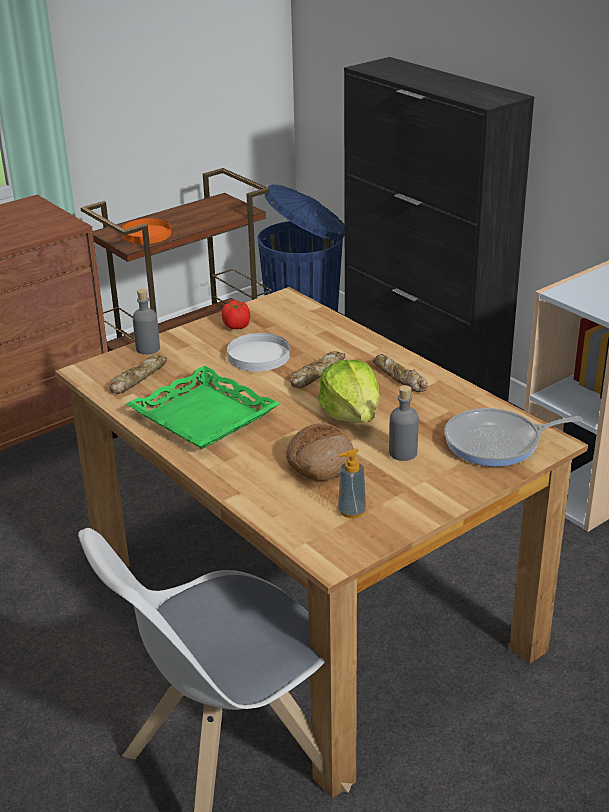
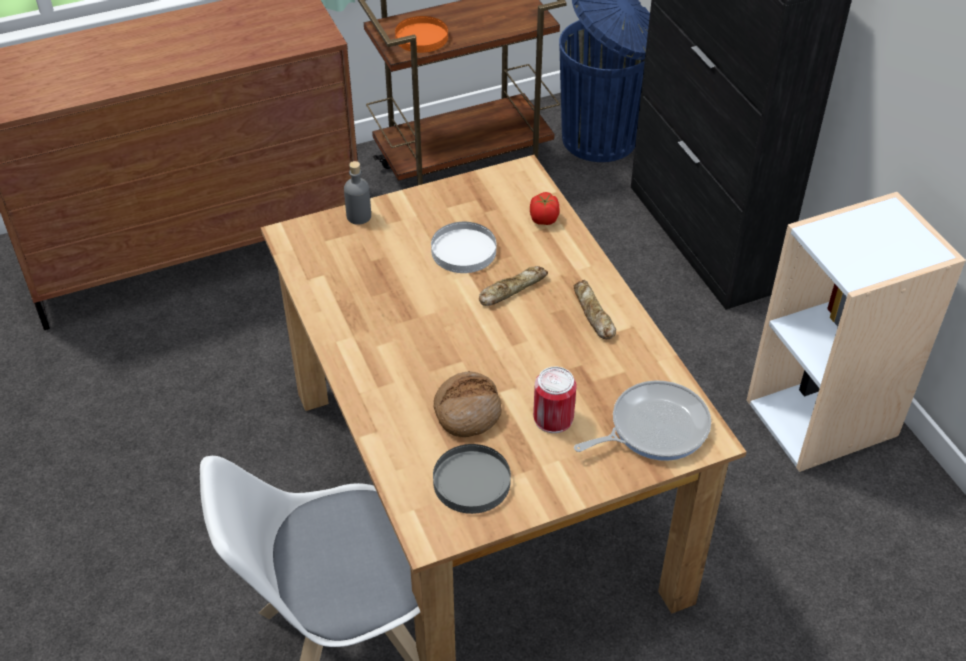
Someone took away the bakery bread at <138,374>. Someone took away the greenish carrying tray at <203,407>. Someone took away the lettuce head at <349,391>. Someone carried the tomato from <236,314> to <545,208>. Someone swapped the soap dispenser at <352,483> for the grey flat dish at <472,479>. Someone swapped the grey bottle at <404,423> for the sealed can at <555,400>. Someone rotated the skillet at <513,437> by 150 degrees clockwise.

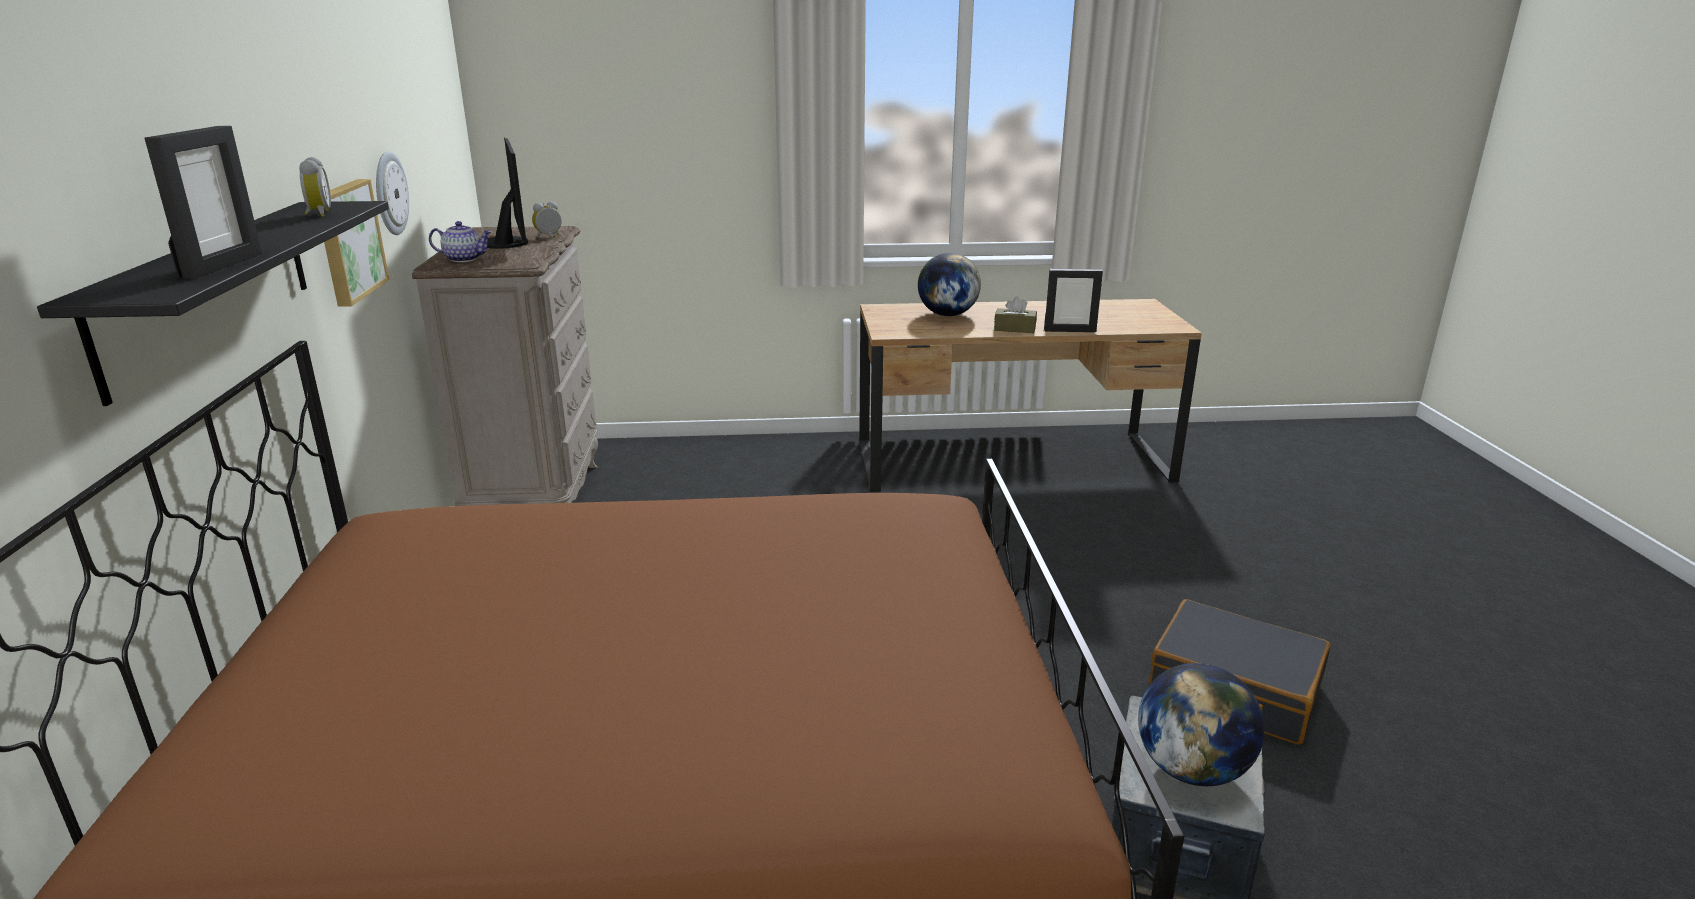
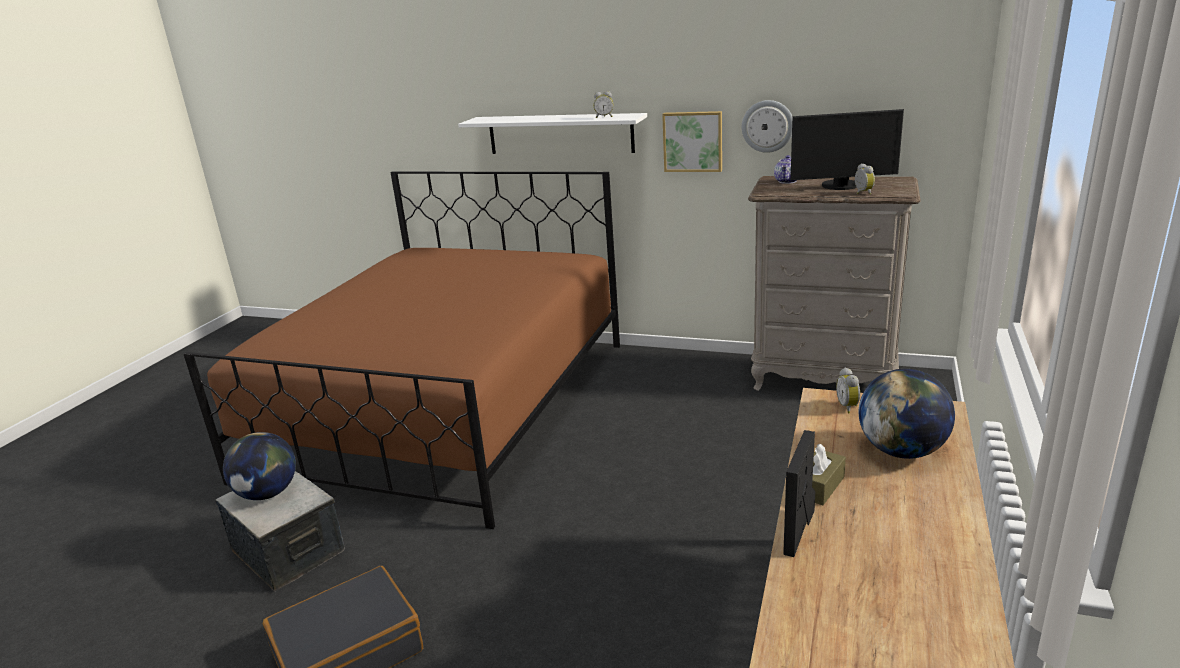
Someone took away the photo frame at <203,202>. Someone put down the alarm clock at <848,390>. Someone repainted the blackish bracket shelf at <213,303>, which became the whitish bracket shelf at <552,133>.

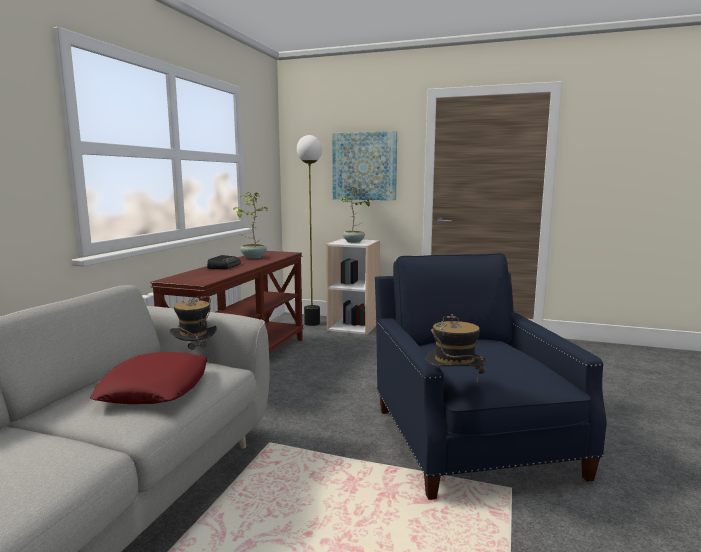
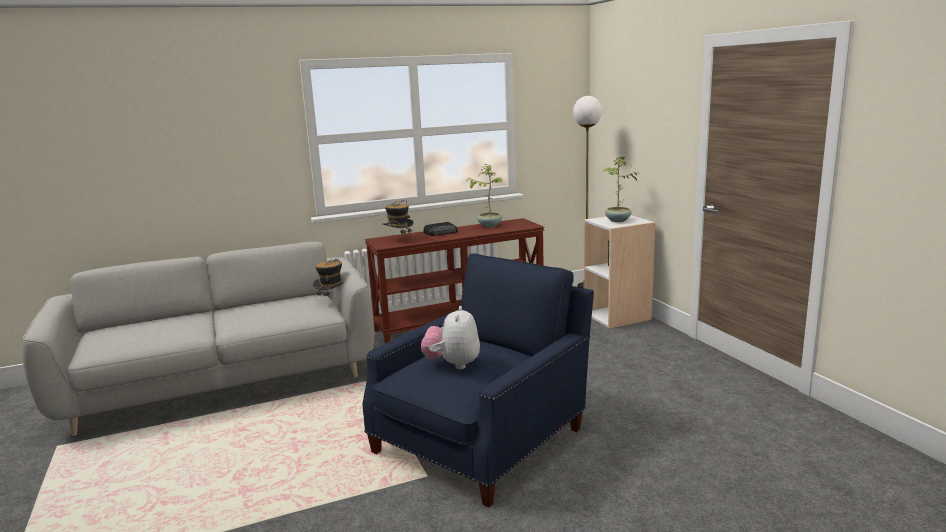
Someone took away the red-coloured cushion at <149,378>. Someone took away the wall picture at <364,165>. Someone put down the plush toy at <450,338>. Someone carried the hat from <456,347> to <398,217>.

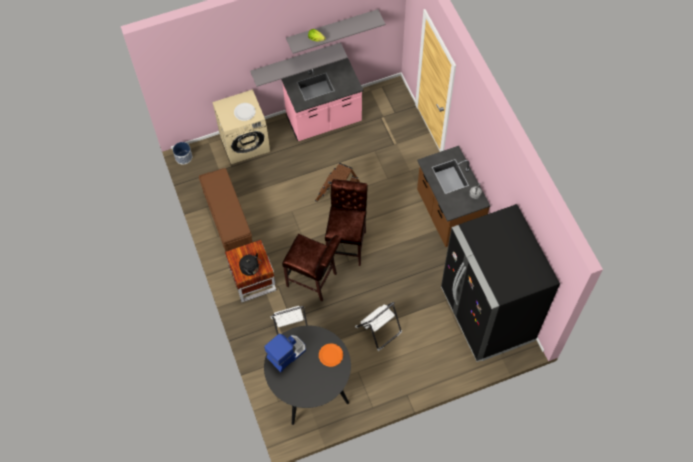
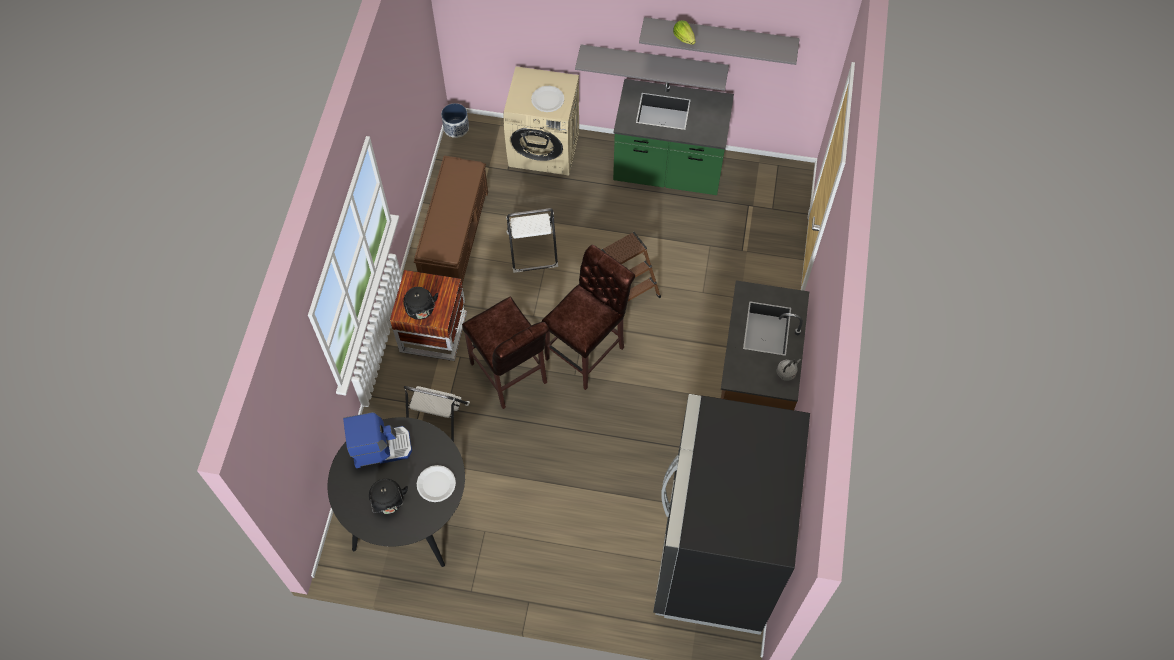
Someone put down the blackish kettle at <388,496>. Someone carried the whitish step ladder from <378,326> to <532,241>. Someone repainted the pink kitchen counter at <322,99>, which became the greenish kitchen counter at <673,137>. Someone repainted the orangey flat dish at <331,355>, which became the whitish flat dish at <436,483>.

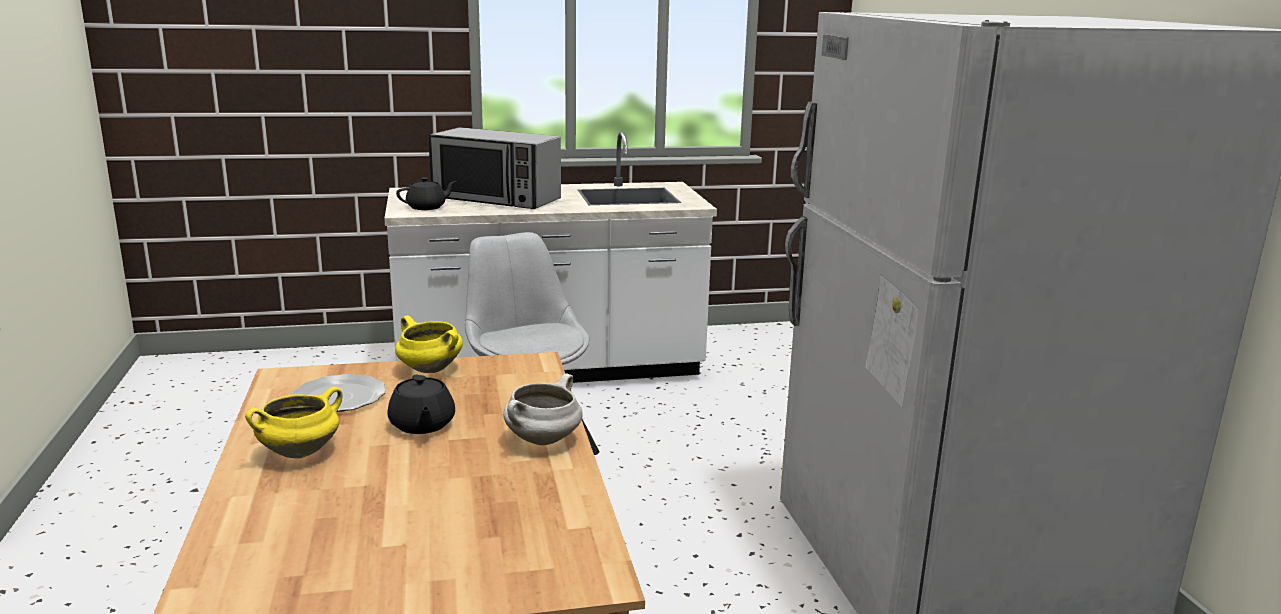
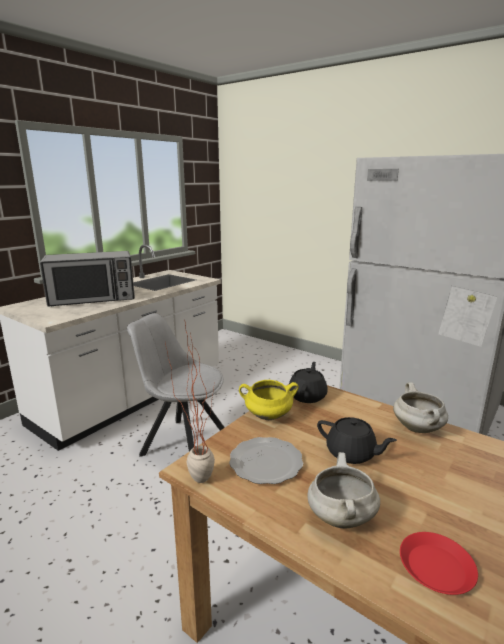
Someone put down the potted plant at <190,401>. Someone put down the red-coloured flat dish at <439,563>. Someone carried the blackish tea pot from <426,193> to <308,382>. Someone repainted the yellow cooking pot at <293,422>, which became the whitish cooking pot at <343,490>.

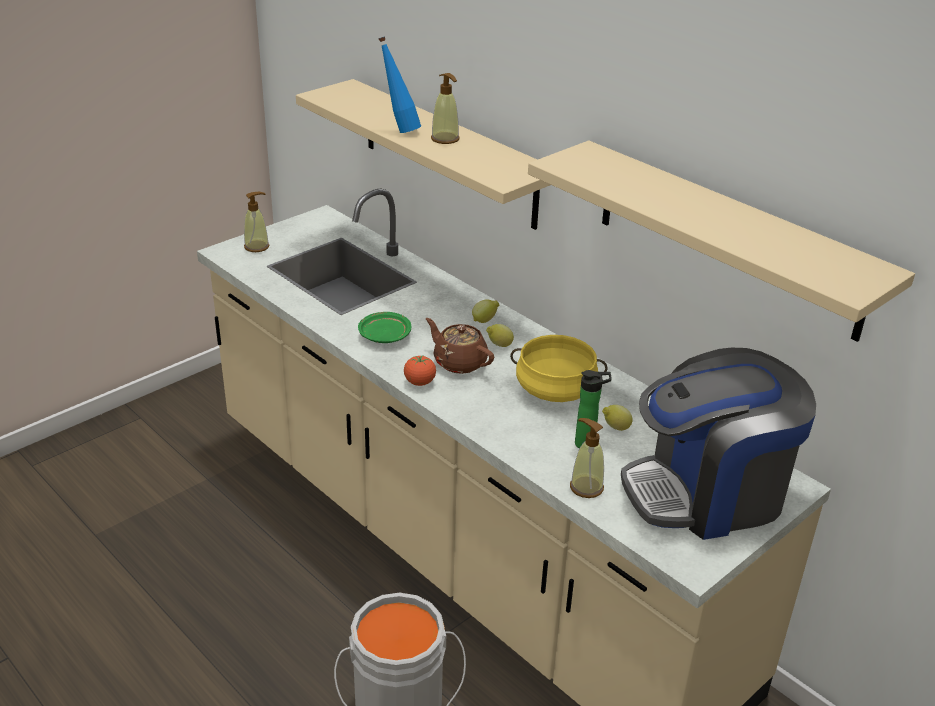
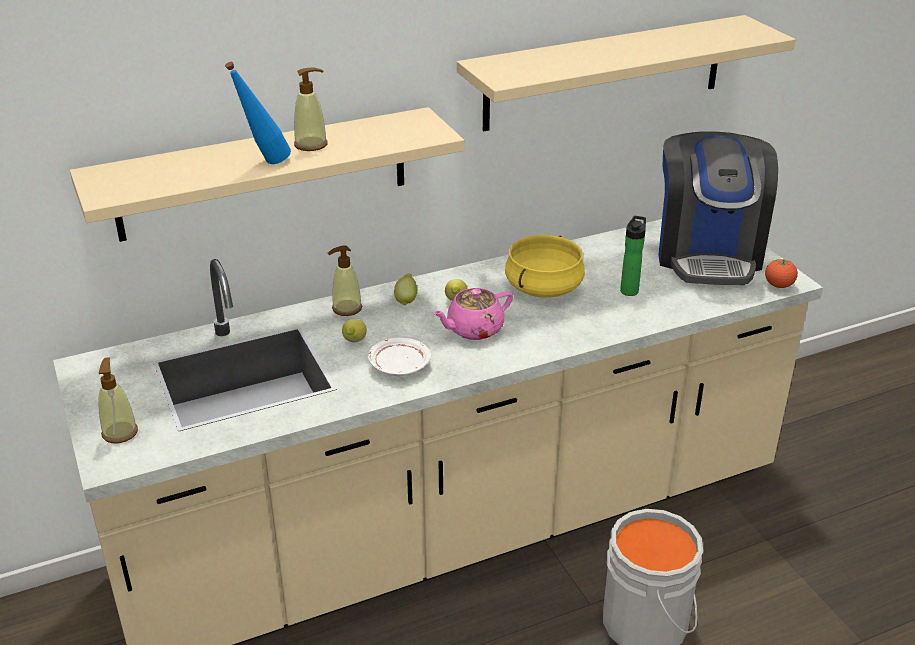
Someone carried the tomato from <420,370> to <781,273>. Someone carried the soap dispenser from <587,458> to <345,281>. Someone carried the lemon from <617,418> to <354,331>. Someone repainted the greenish flat dish at <384,327>, which became the whitish flat dish at <399,357>. Someone repainted the brownish tea pot at <460,346>, which became the pink tea pot at <472,314>.

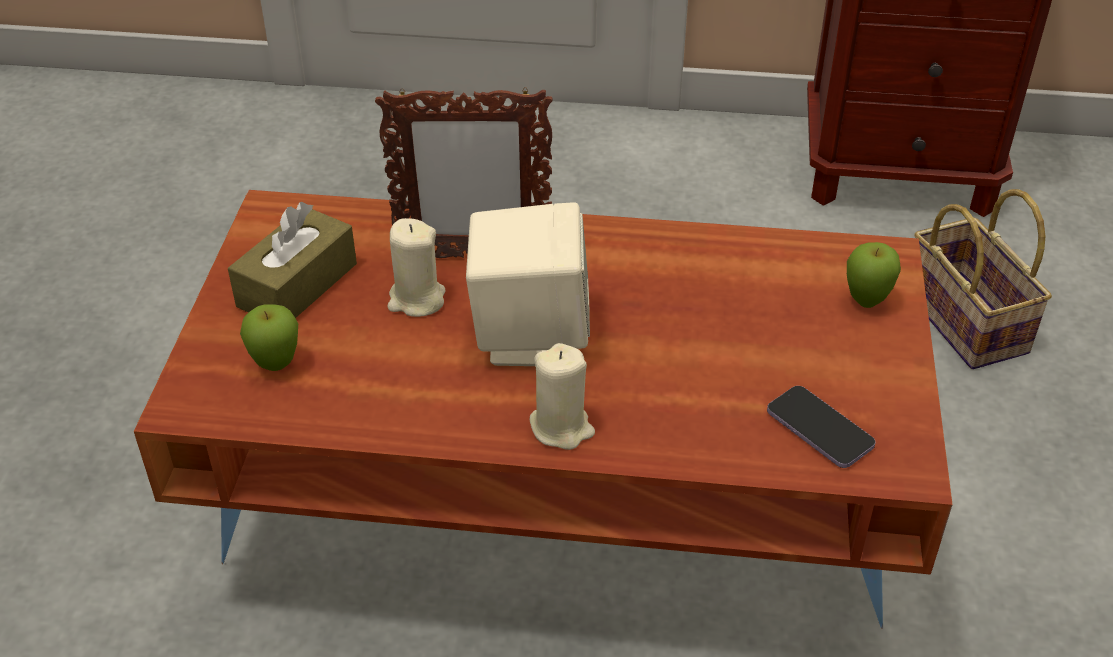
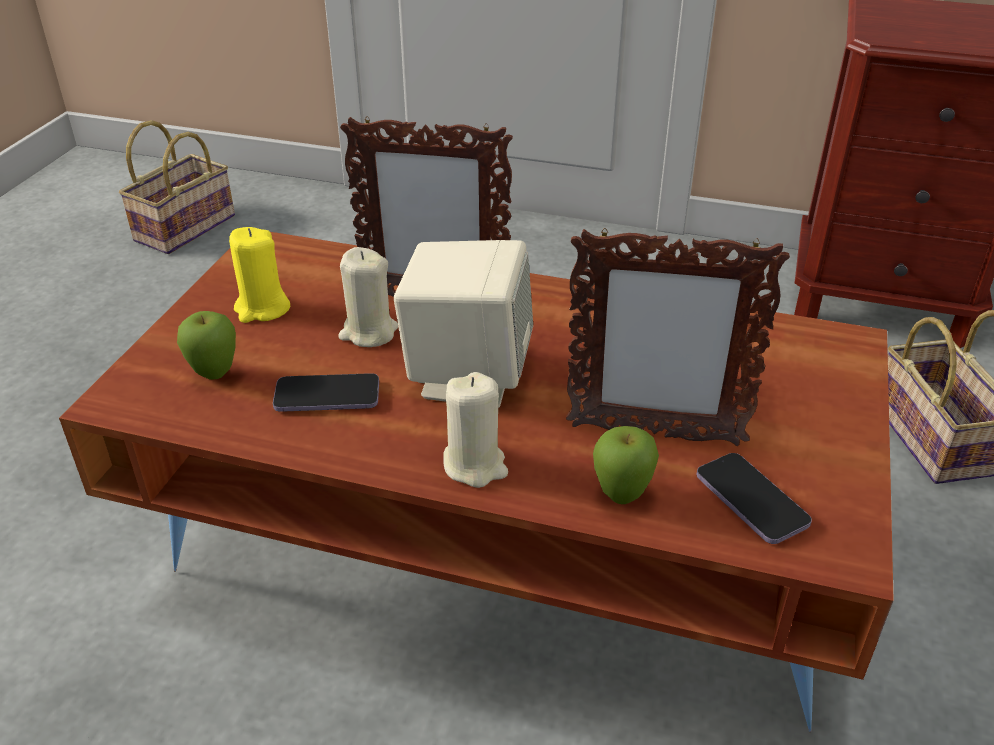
Someone put down the household basket at <177,187>. Someone put down the telephone at <326,392>. Someone put down the photo frame at <678,337>. Someone carried the apple fruit from <874,275> to <626,465>. Someone swapped the brownish tissue box at <292,260> for the yellow wax candle at <259,275>.

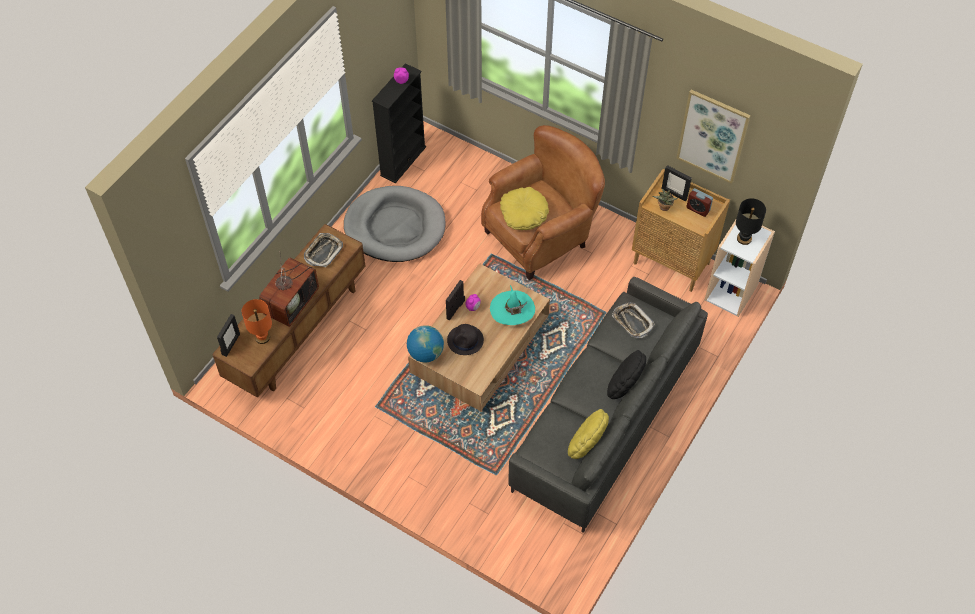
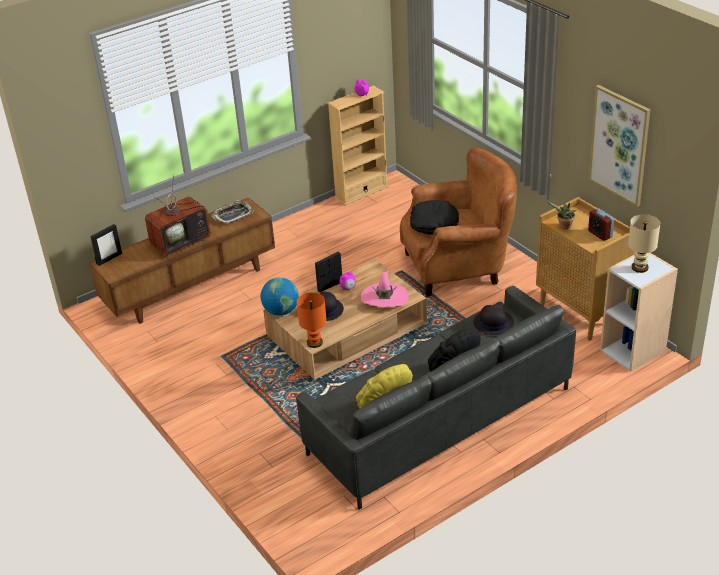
Someone took away the grey dog bed at <395,224>. Someone took away the photo frame at <677,183>. Someone carried the orangey lamp for a table from <257,321> to <312,320>. Someone swapped the carrying tray at <633,320> for the blackish hat at <493,320>. Someone repainted the blackish bookshelf at <399,123>, which became the sand-coloured bookshelf at <358,145>. Someone repainted the blue-green hat at <512,305>, which became the pink hat at <385,289>. Someone repainted the yellow cushion at <524,208>, which became the blackish cushion at <434,217>. Someone repainted the blackish lamp for a table at <751,221>, which became the sand-coloured lamp for a table at <644,243>.

